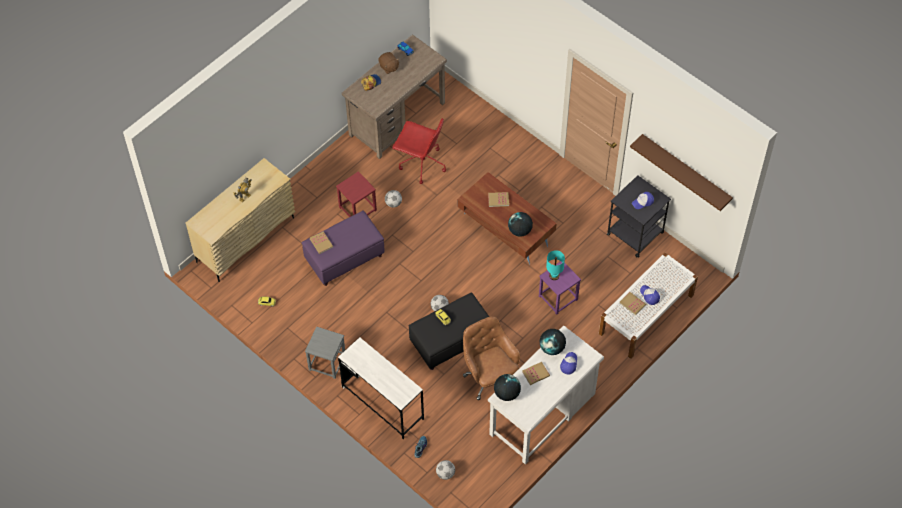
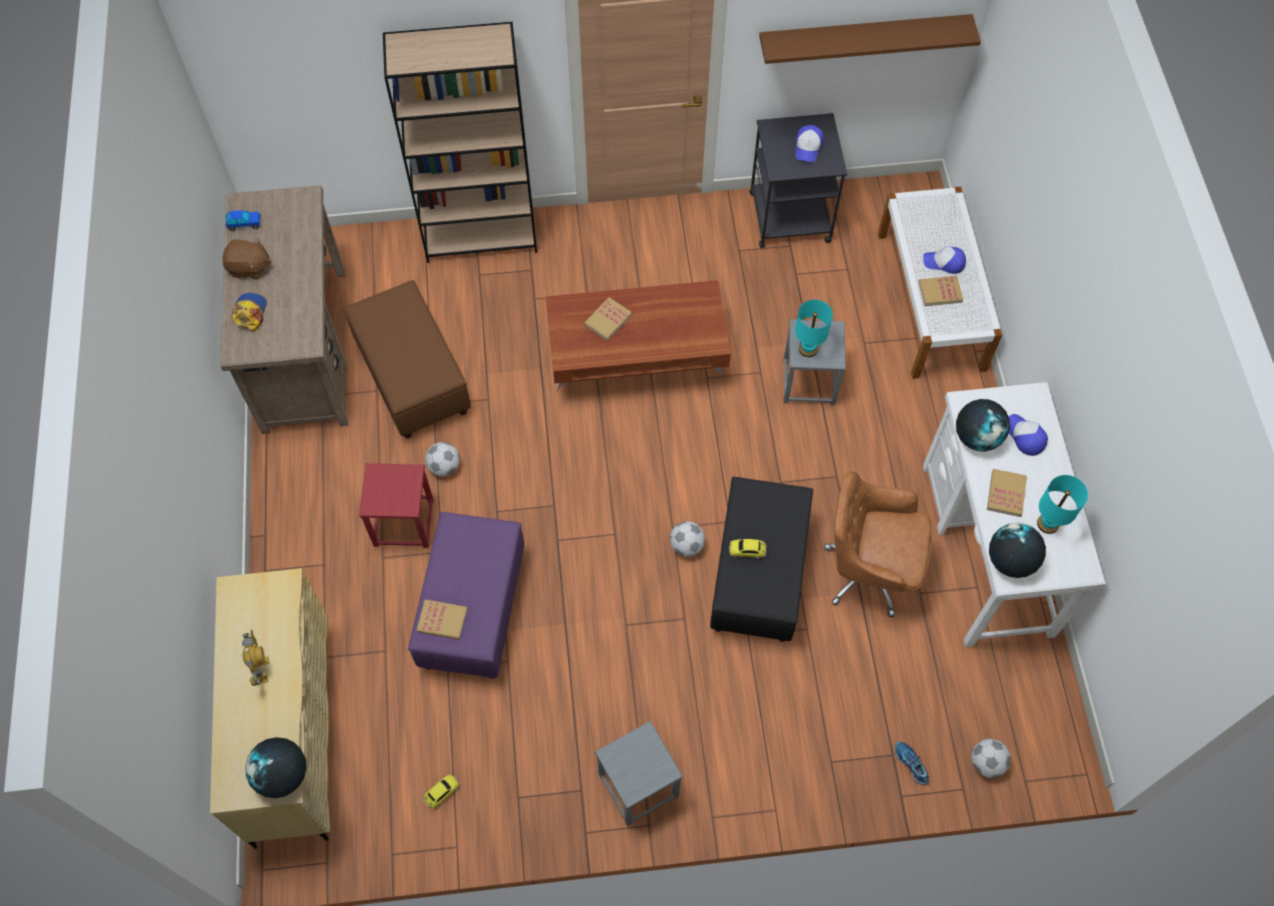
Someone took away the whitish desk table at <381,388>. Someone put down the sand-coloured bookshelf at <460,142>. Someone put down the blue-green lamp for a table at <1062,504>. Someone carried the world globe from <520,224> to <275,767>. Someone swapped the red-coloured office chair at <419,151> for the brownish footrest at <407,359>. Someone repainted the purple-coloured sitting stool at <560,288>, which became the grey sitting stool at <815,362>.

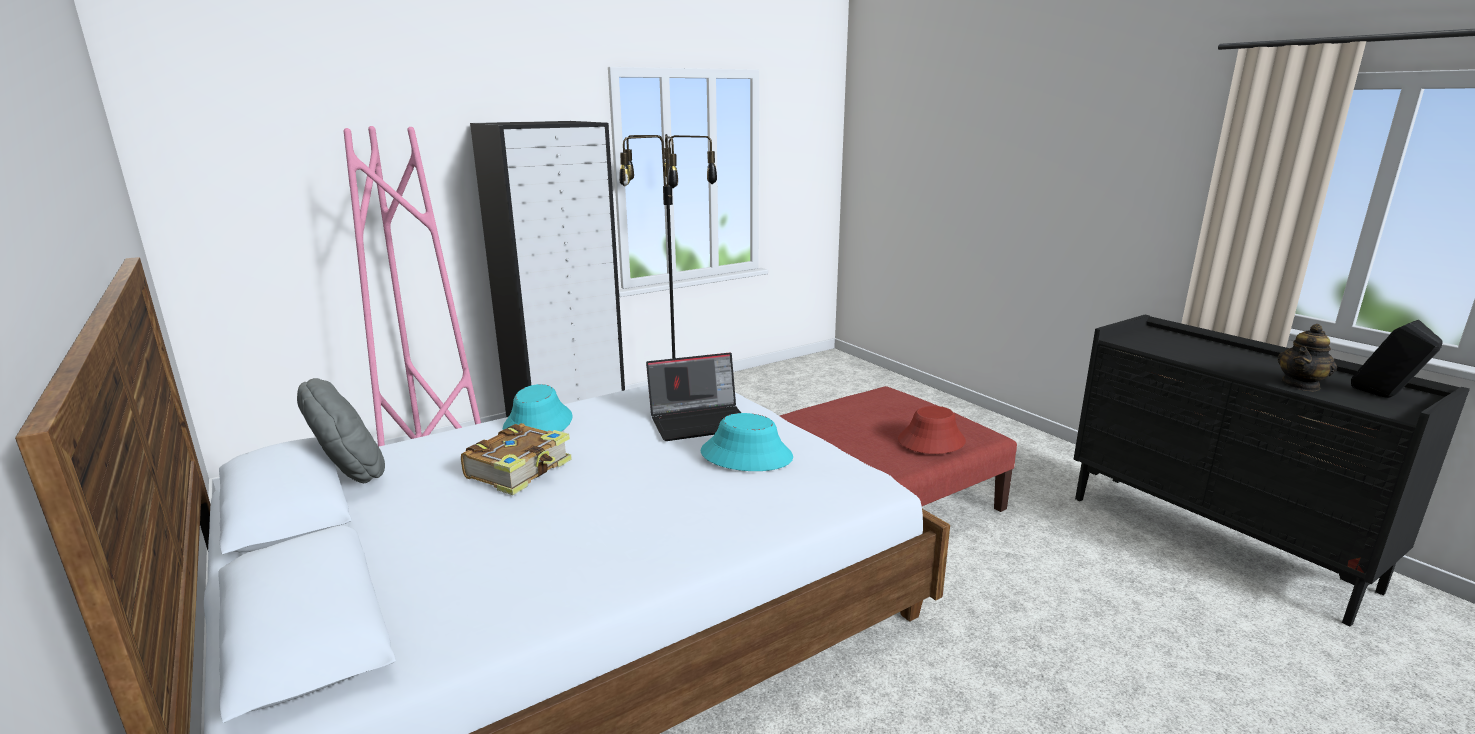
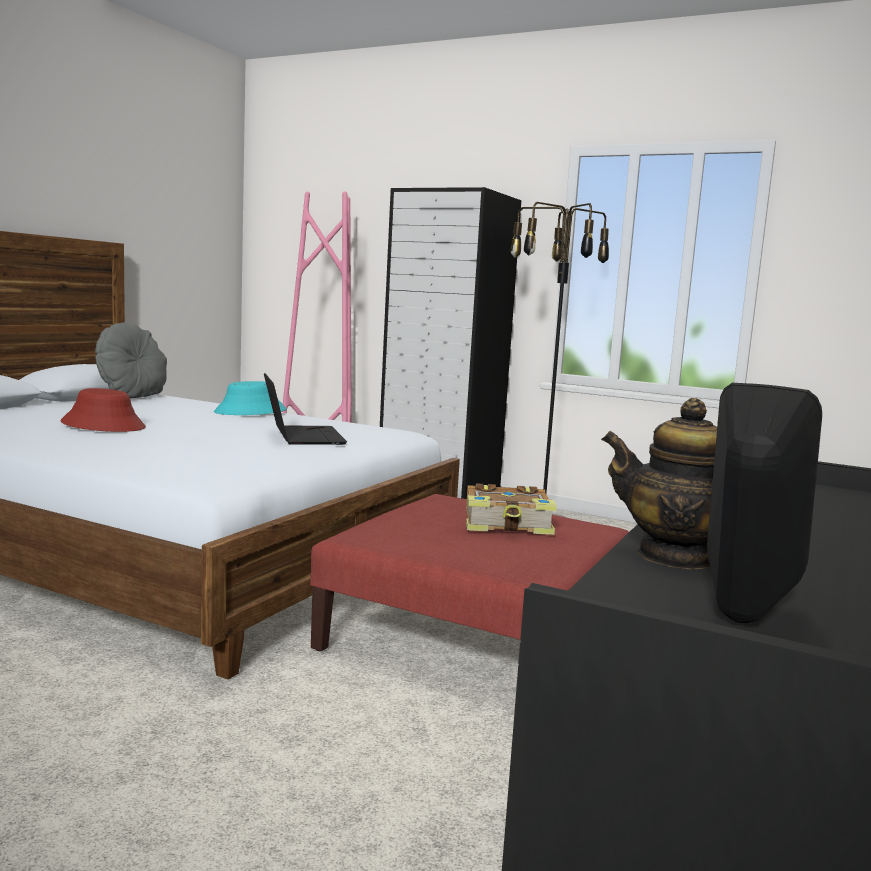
Someone took away the blue-green hat at <746,442>. Someone carried the book from <516,459> to <511,509>. Someone carried the red-coloured hat from <932,430> to <103,410>. Someone rotated the portable computer at <693,397> by 150 degrees counterclockwise.

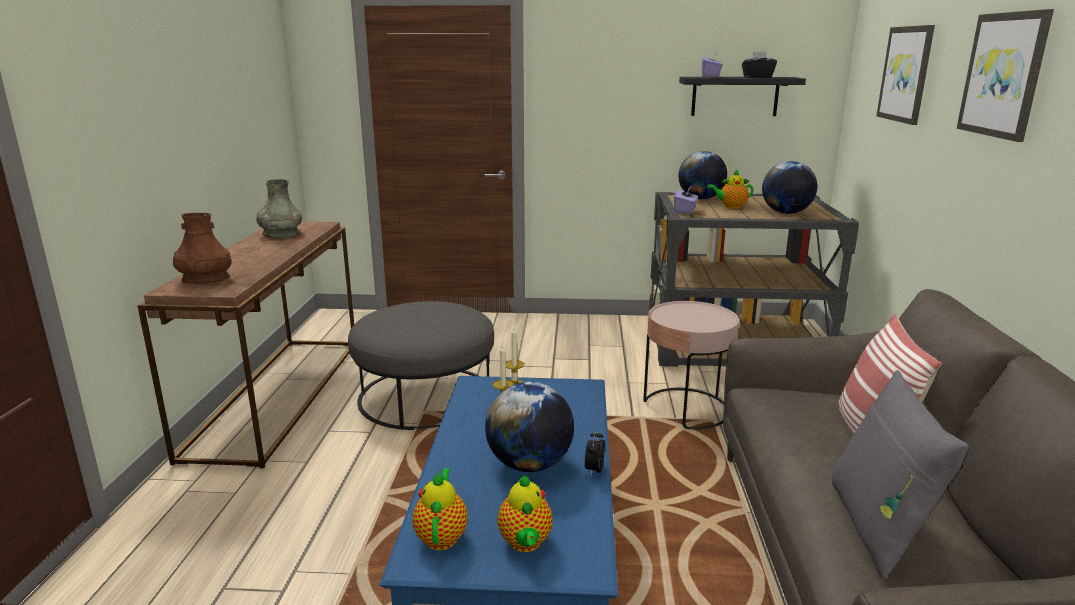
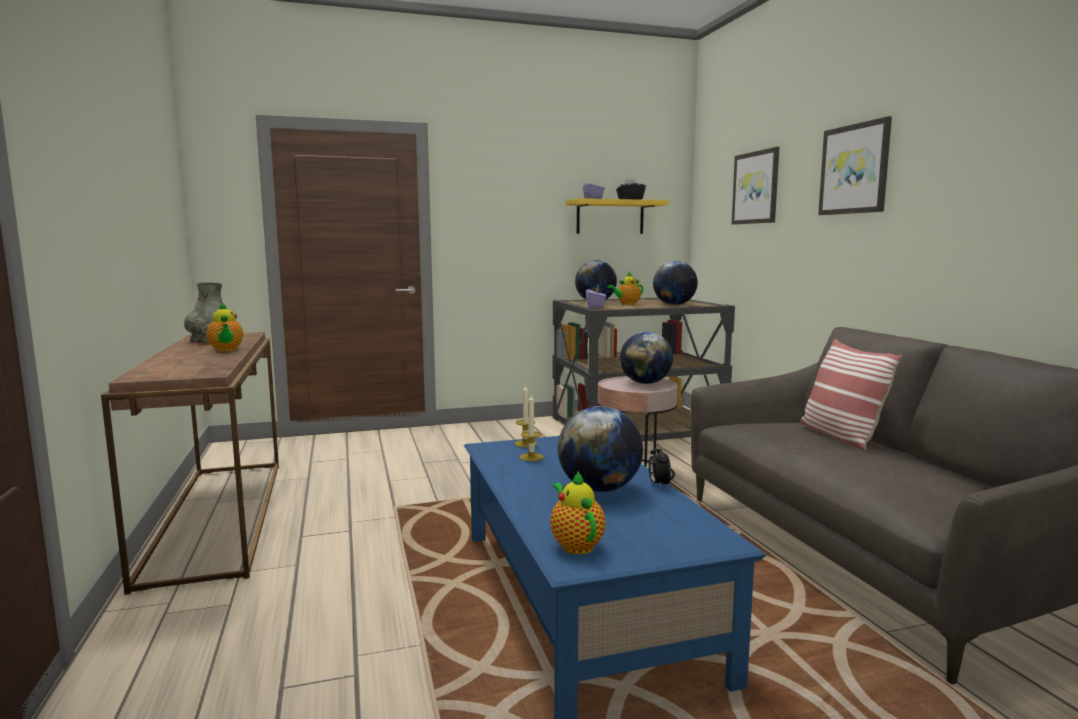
Someone took away the brownish flower vase at <202,248>. Someone took away the grey footrest at <421,365>. Someone took away the grey cushion at <900,474>. Someone put down the world globe at <646,357>. Someone carried the tea pot from <524,513> to <224,326>. Someone repainted the blackish bracket shelf at <742,96>, which became the yellow bracket shelf at <617,216>.

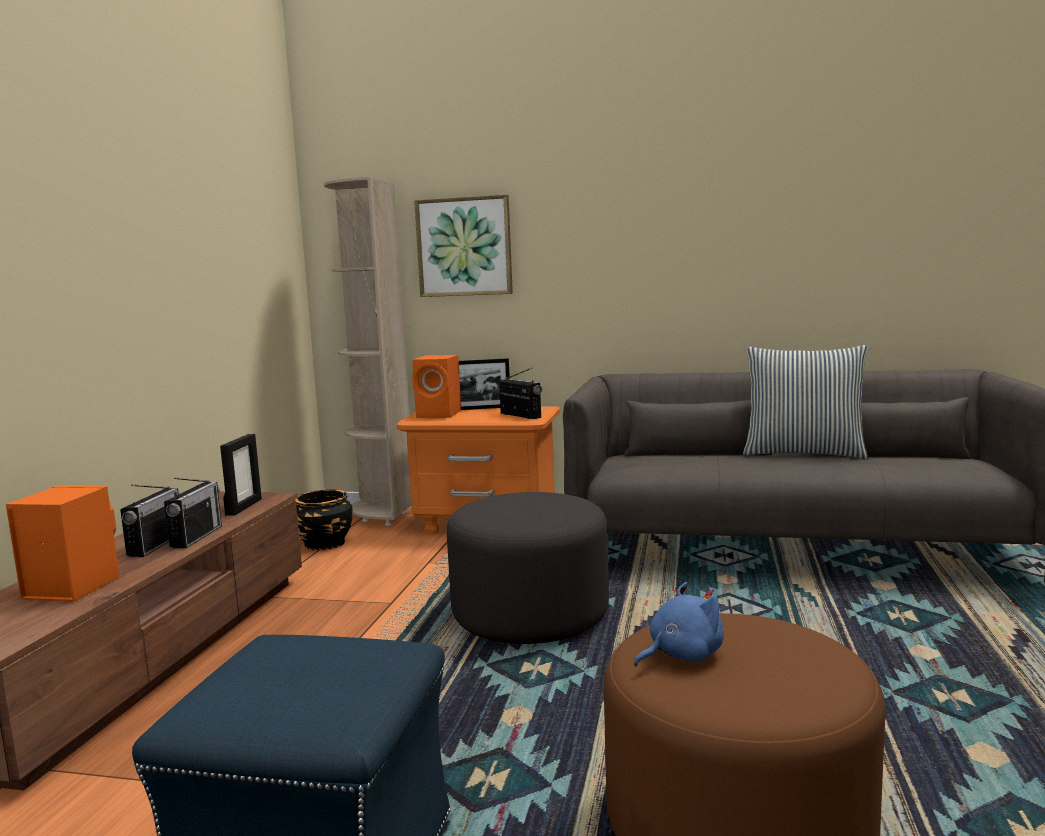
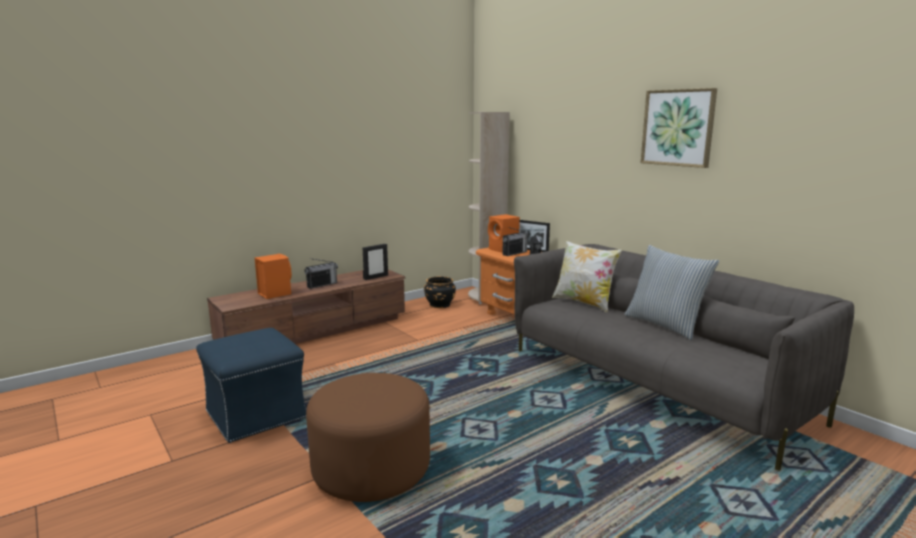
Someone took away the grey footrest at <528,568>. Someone took away the bluish plush toy at <679,624>. Someone put down the cushion at <587,276>. Someone carried the radio set from <193,513> to <515,241>. Someone carried the wall picture from <463,245> to <679,128>.

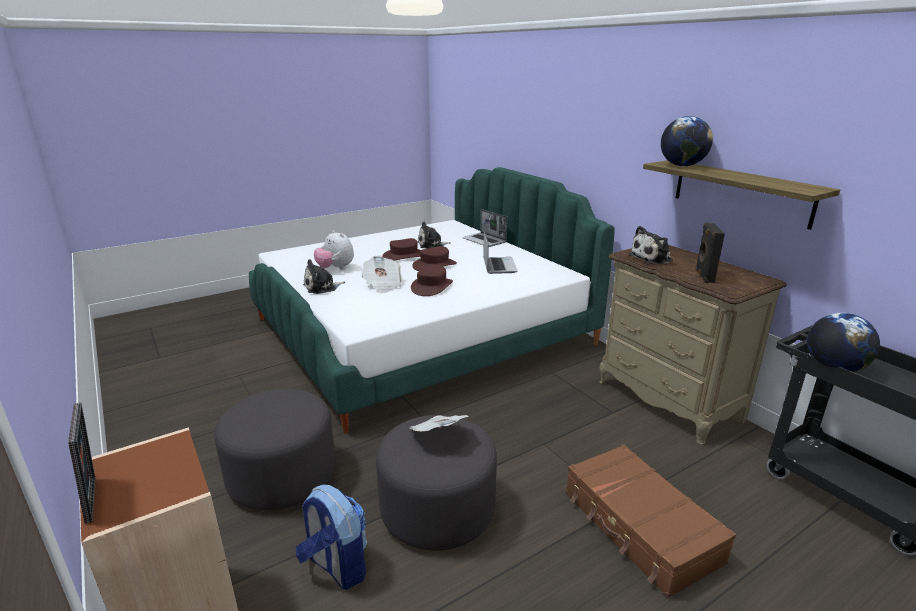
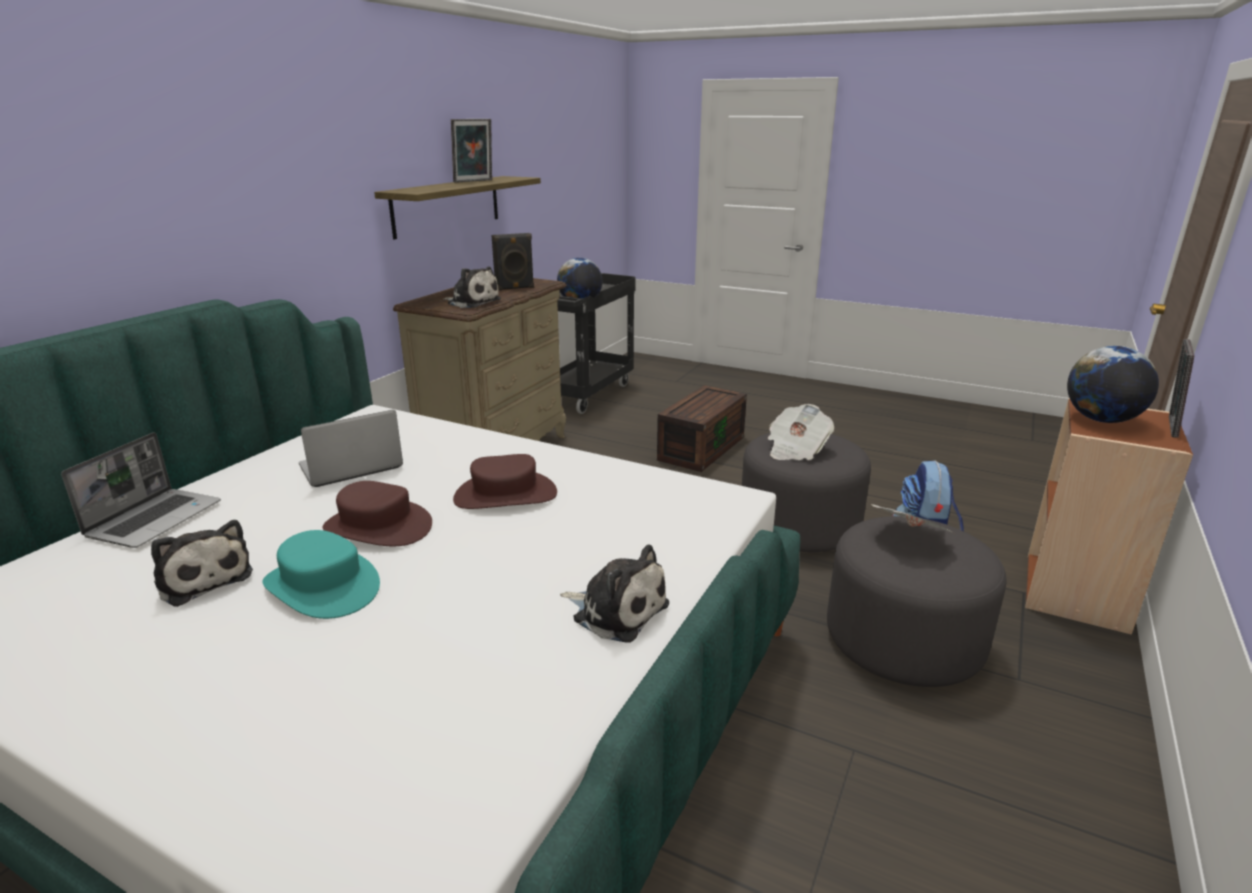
Someone took away the plush toy at <334,249>. Someone put down the photo frame at <471,151>. Someone carried the daily paper from <381,275> to <912,518>. Someone carried the world globe from <687,141> to <1113,384>. Someone swapped the brownish travel case at <651,521> for the brownish storage bin at <702,428>. Someone repainted the brownish hat at <401,249>, which became the blue-green hat at <321,574>.

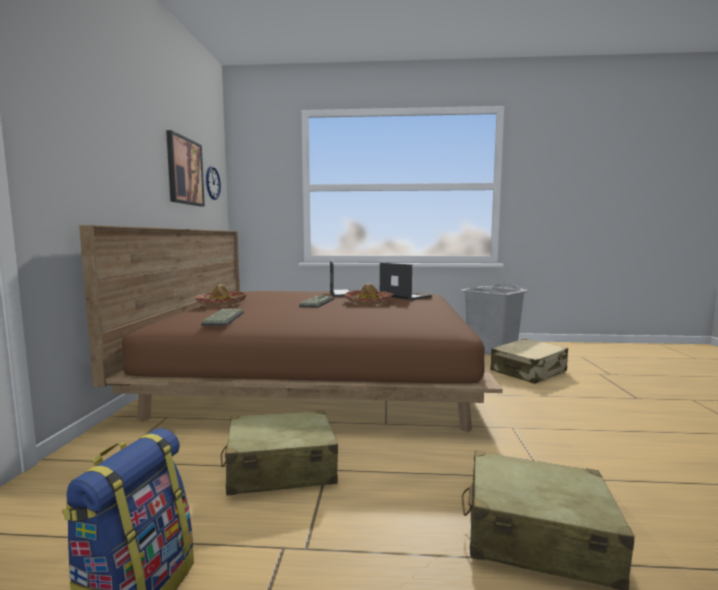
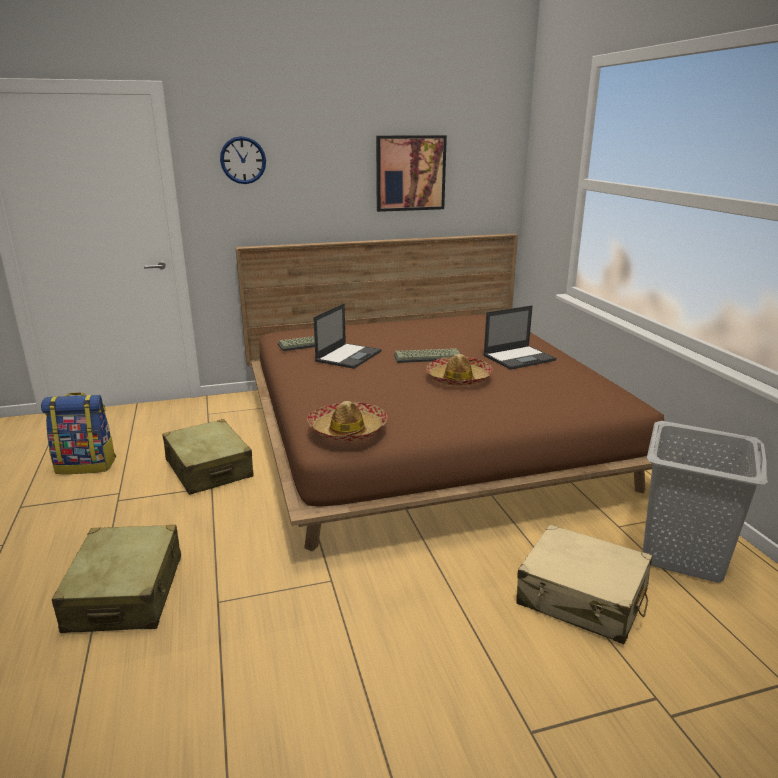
Someone carried the hat from <220,295> to <347,421>. Someone carried the hanging clock from <213,183> to <243,160>. Someone carried the portable computer from <406,281> to <347,336>.

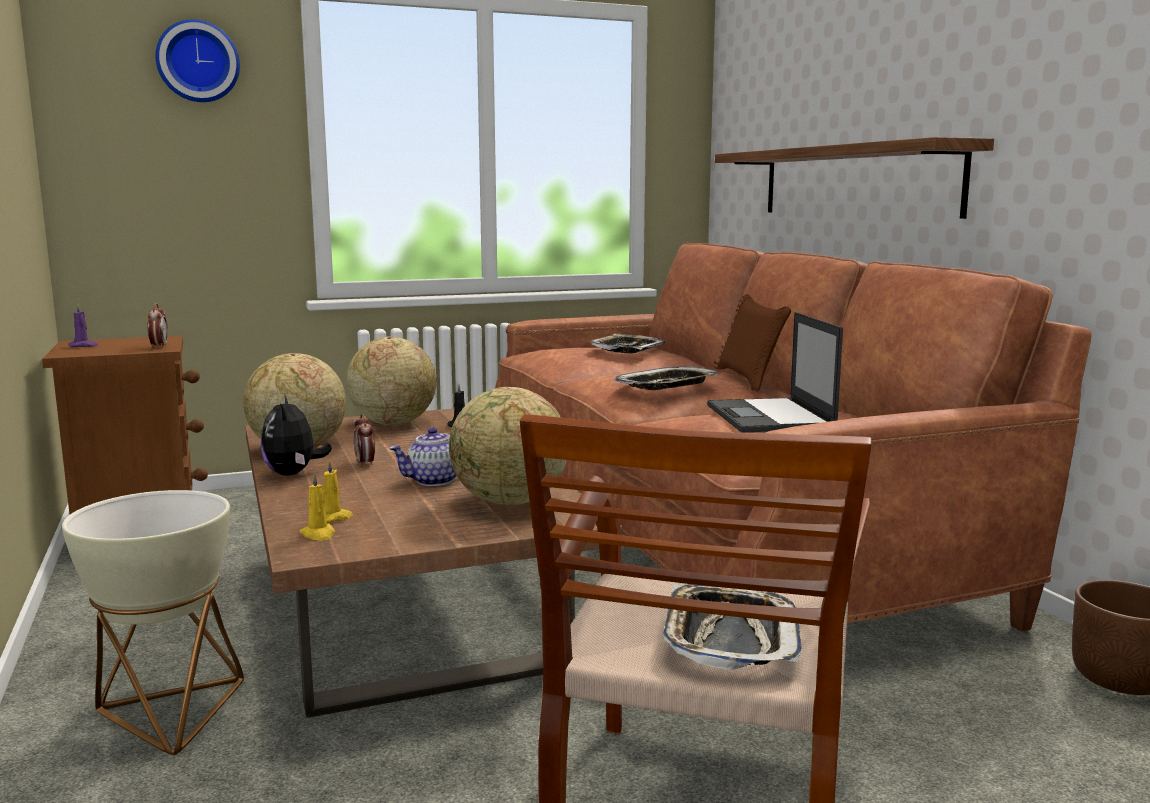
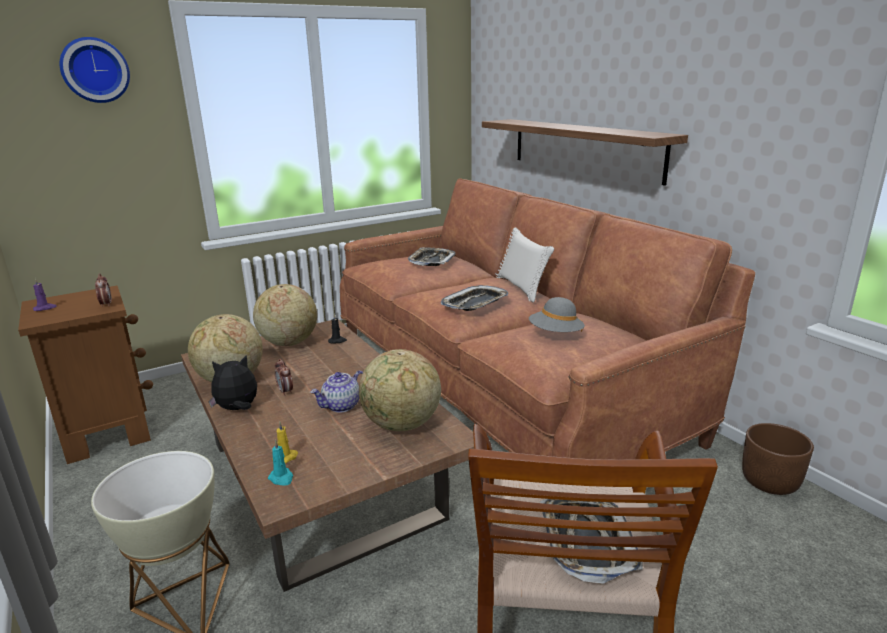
Someone swapped the portable computer at <775,372> for the grey hat at <557,314>. Someone repainted the yellow wax candle at <317,506>, which became the blue-green wax candle at <280,463>. Someone repainted the brownish cushion at <752,342>, which became the whitish cushion at <524,264>. Someone rotated the plush toy at <296,434> by 90 degrees clockwise.

